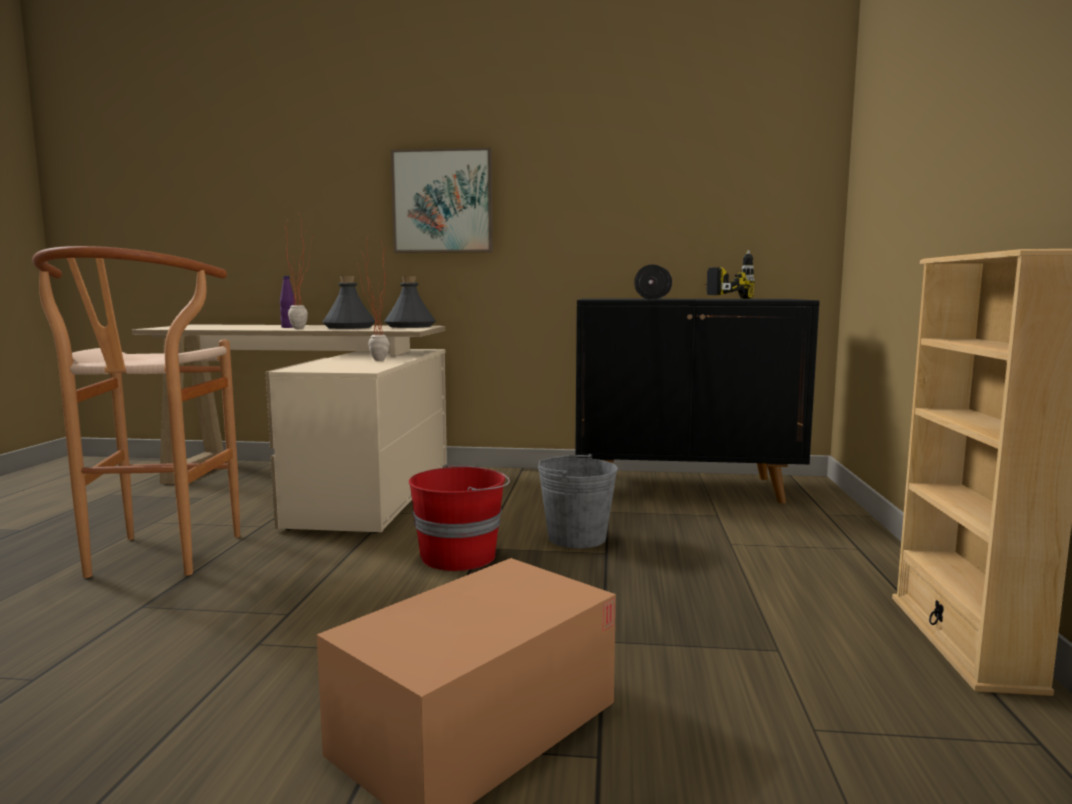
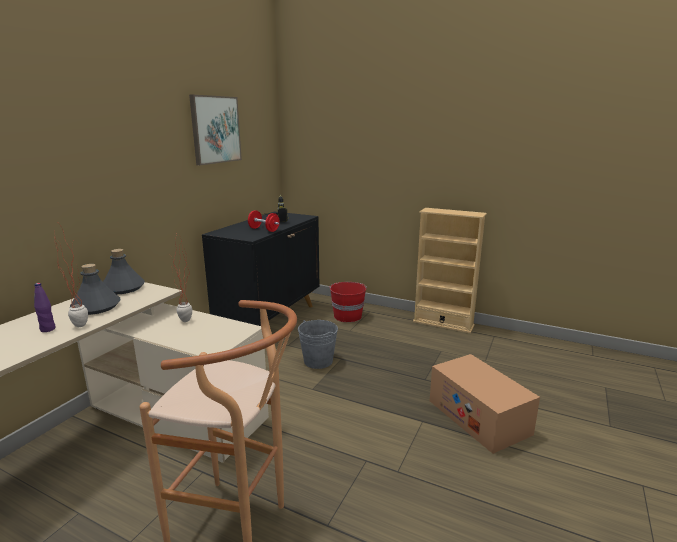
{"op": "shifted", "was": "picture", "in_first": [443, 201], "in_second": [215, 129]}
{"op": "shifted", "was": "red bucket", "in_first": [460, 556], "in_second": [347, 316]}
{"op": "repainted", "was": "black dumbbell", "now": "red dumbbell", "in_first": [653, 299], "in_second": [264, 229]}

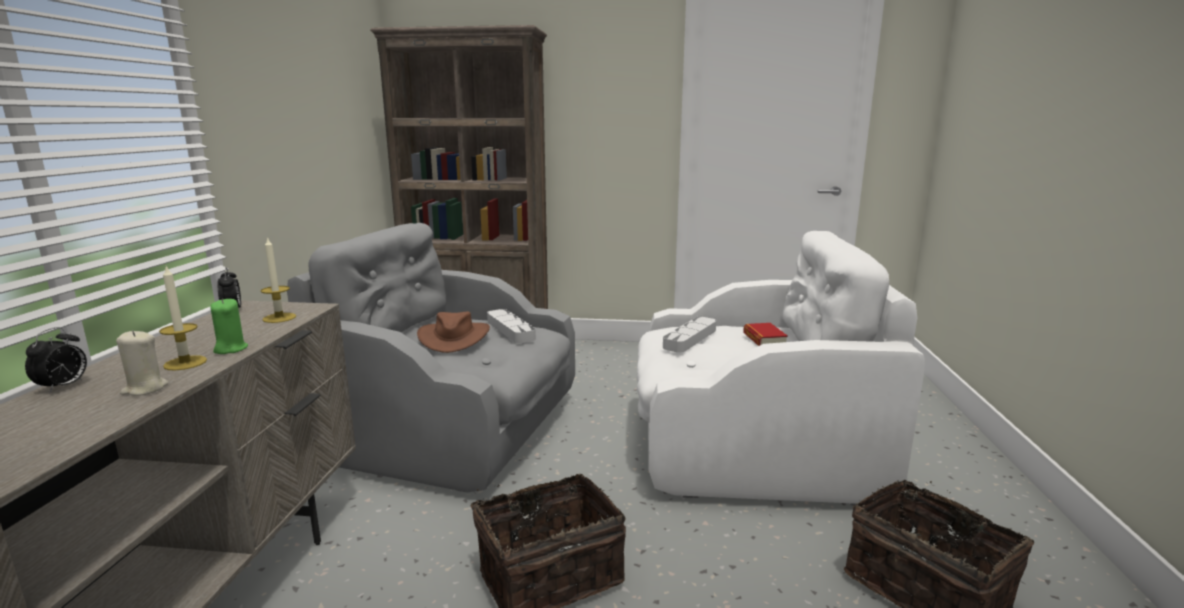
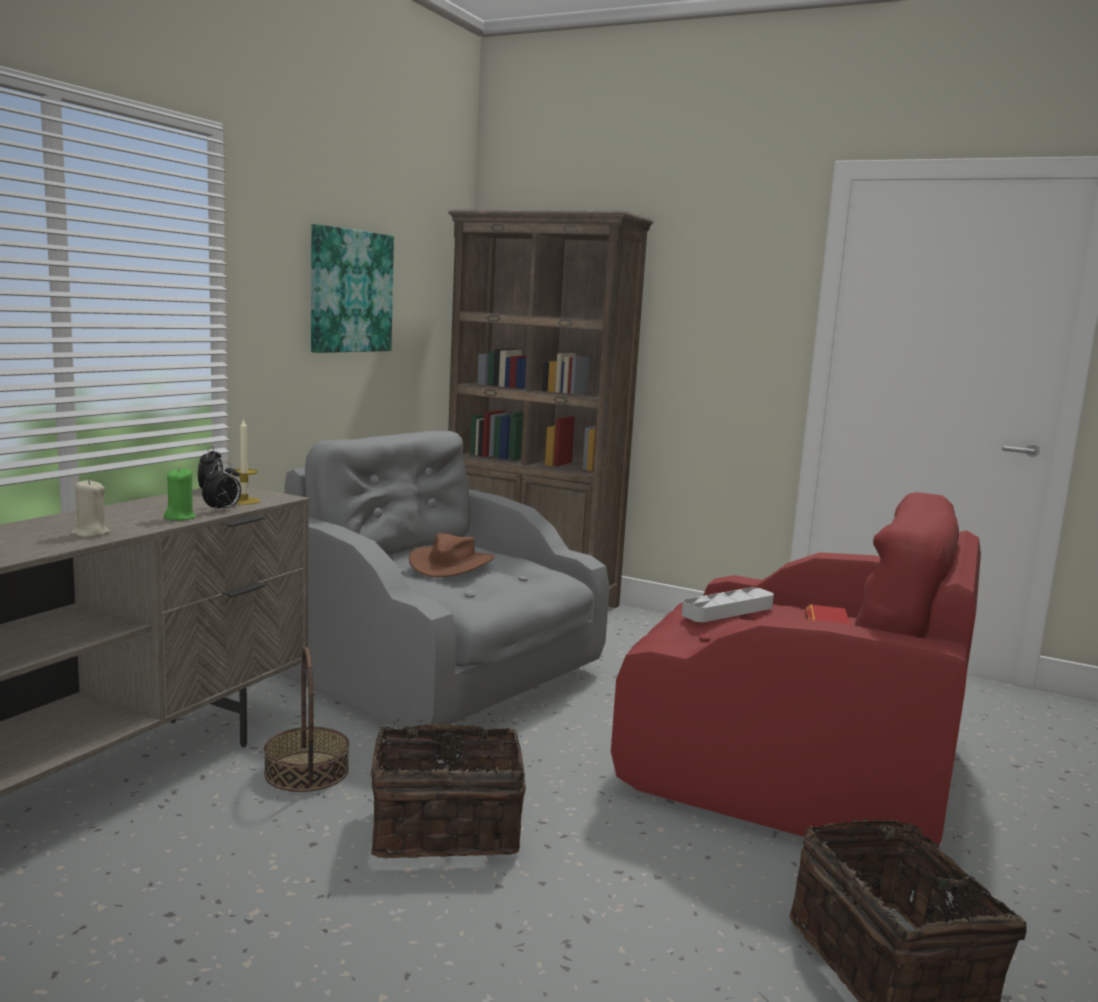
{"op": "shifted", "was": "alarm clock", "in_first": [63, 387], "in_second": [222, 510]}
{"op": "gone", "was": "candle", "in_first": [185, 363]}
{"op": "gone", "was": "grey tray", "in_first": [510, 330]}
{"op": "repainted", "was": "white armchair", "now": "red armchair", "in_first": [747, 443], "in_second": [786, 765]}
{"op": "new", "now": "basket", "in_second": [307, 771]}
{"op": "new", "now": "picture", "in_second": [350, 291]}

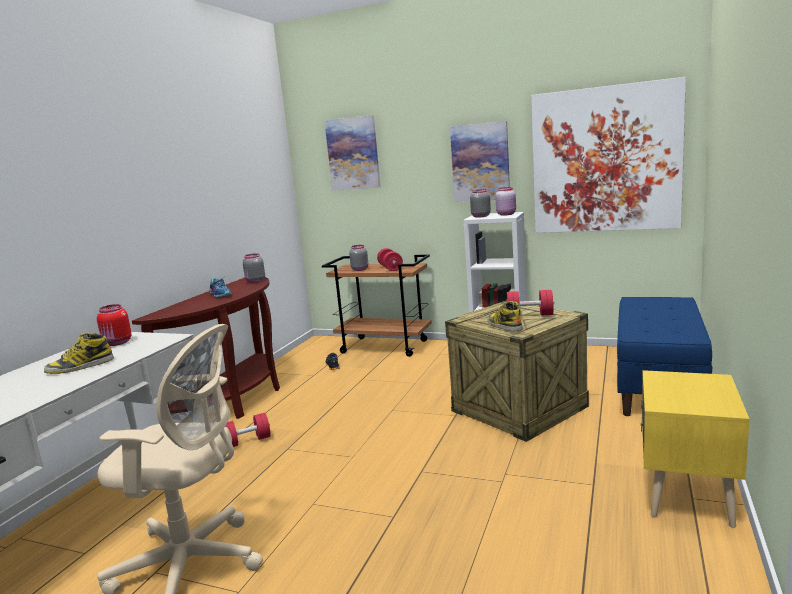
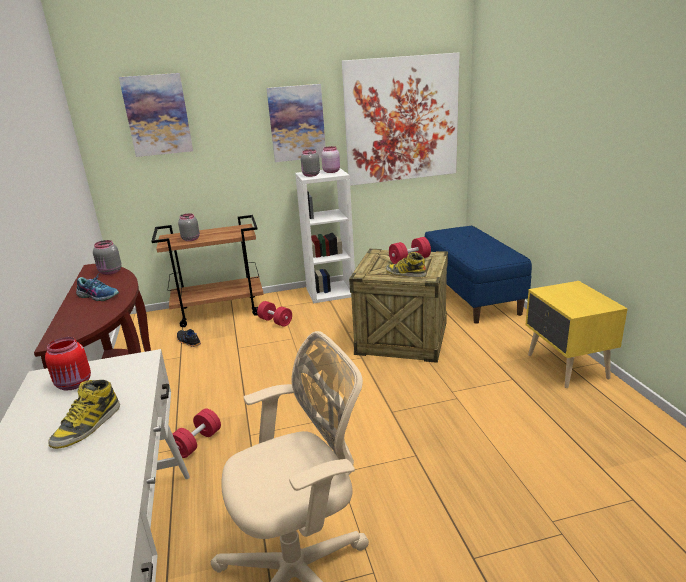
{"op": "shifted", "was": "red dumbbell", "in_first": [390, 268], "in_second": [275, 321]}

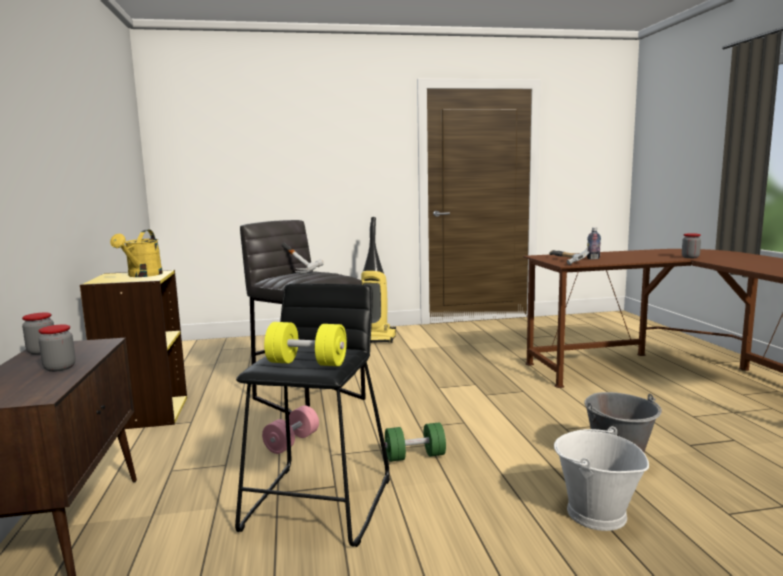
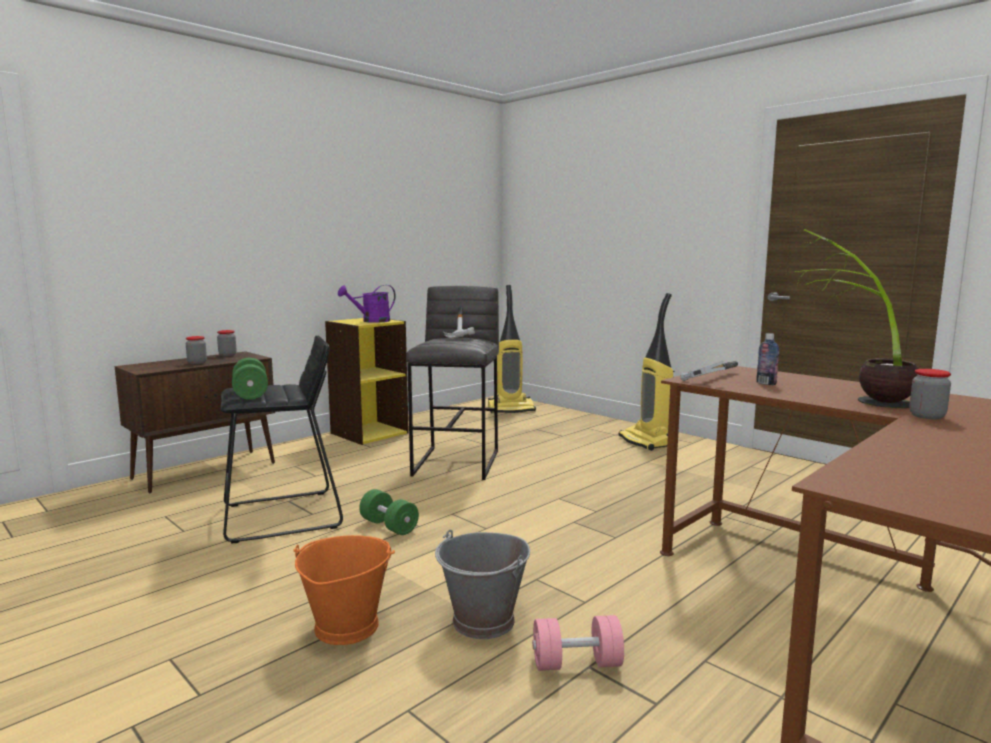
{"op": "repainted", "was": "yellow watering can", "now": "purple watering can", "in_first": [142, 275], "in_second": [371, 321]}
{"op": "shifted", "was": "pink dumbbell", "in_first": [292, 442], "in_second": [576, 663]}
{"op": "repainted", "was": "yellow dumbbell", "now": "green dumbbell", "in_first": [307, 363], "in_second": [250, 393]}
{"op": "repainted", "was": "white bucket", "now": "orange bucket", "in_first": [595, 514], "in_second": [345, 626]}
{"op": "new", "now": "vacuum cleaner", "in_second": [511, 409]}
{"op": "new", "now": "potted plant", "in_second": [853, 397]}

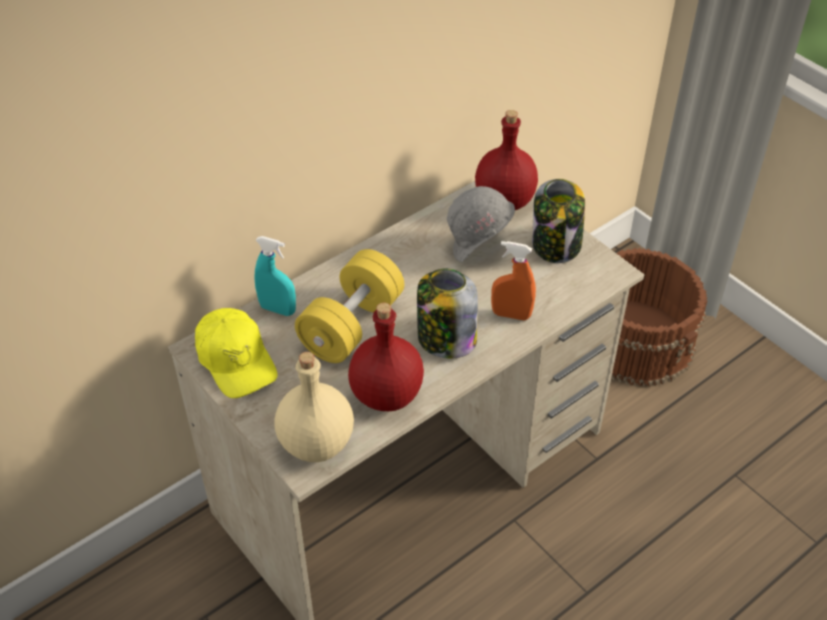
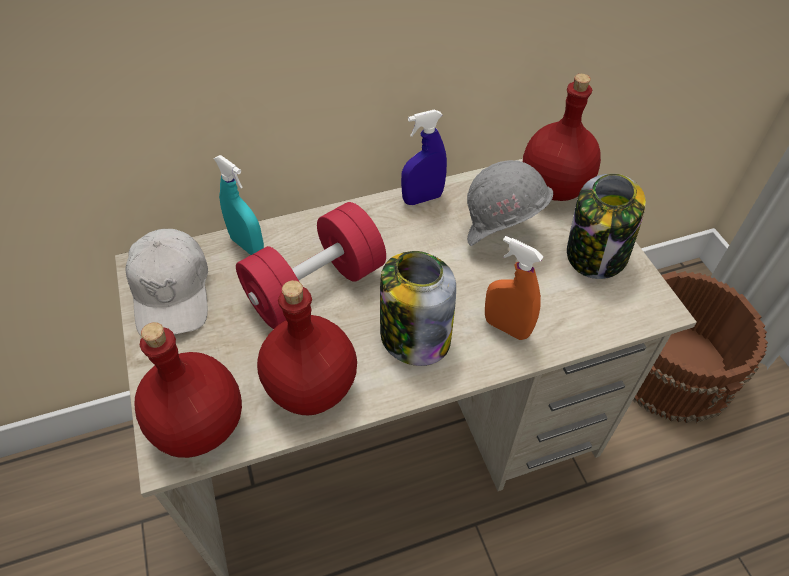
{"op": "repainted", "was": "yellow cap", "now": "white cap", "in_first": [236, 360], "in_second": [172, 292]}
{"op": "repainted", "was": "beige bottle", "now": "red bottle", "in_first": [315, 442], "in_second": [200, 424]}
{"op": "repainted", "was": "yellow dumbbell", "now": "red dumbbell", "in_first": [351, 325], "in_second": [316, 287]}
{"op": "new", "now": "blue spray bottle", "in_second": [422, 198]}

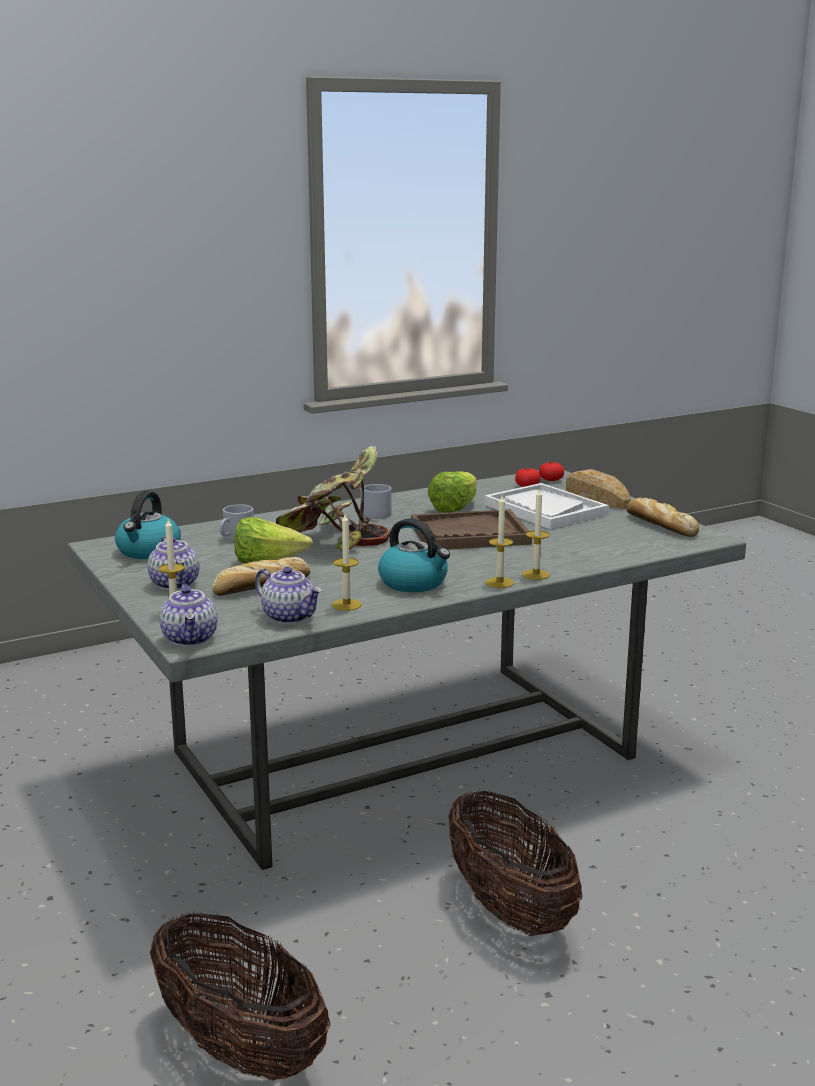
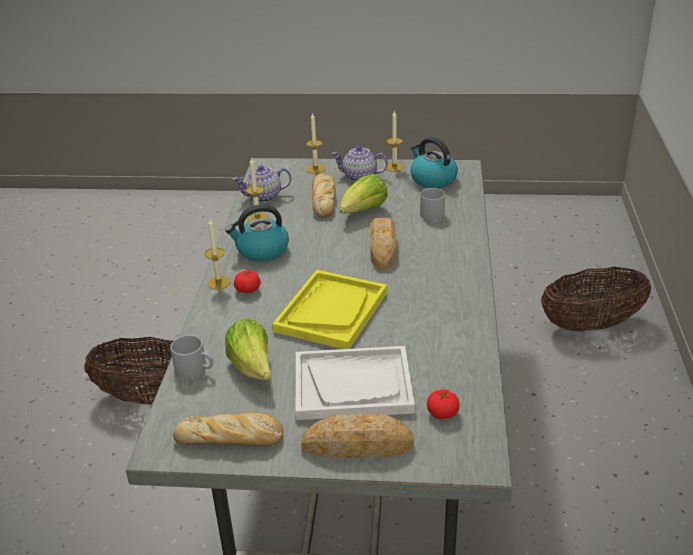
{"op": "shifted", "was": "basket", "in_first": [240, 1048], "in_second": [591, 325]}
{"op": "gone", "was": "teapot", "in_first": [191, 639]}
{"op": "swapped", "was": "potted plant", "now": "bread", "in_first": [334, 540], "in_second": [383, 247]}
{"op": "shifted", "was": "grey mug", "in_first": [375, 513], "in_second": [196, 369]}
{"op": "repainted", "was": "brown tray", "now": "yellow tray", "in_first": [469, 534], "in_second": [331, 311]}
{"op": "shifted", "was": "lettuce", "in_first": [454, 508], "in_second": [253, 368]}
{"op": "shifted", "was": "candle", "in_first": [536, 574], "in_second": [394, 167]}
{"op": "shifted", "was": "tomato", "in_first": [551, 480], "in_second": [248, 290]}

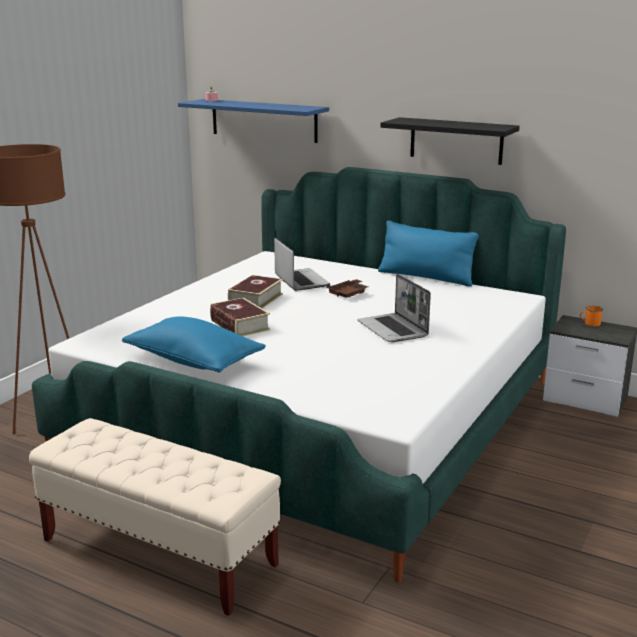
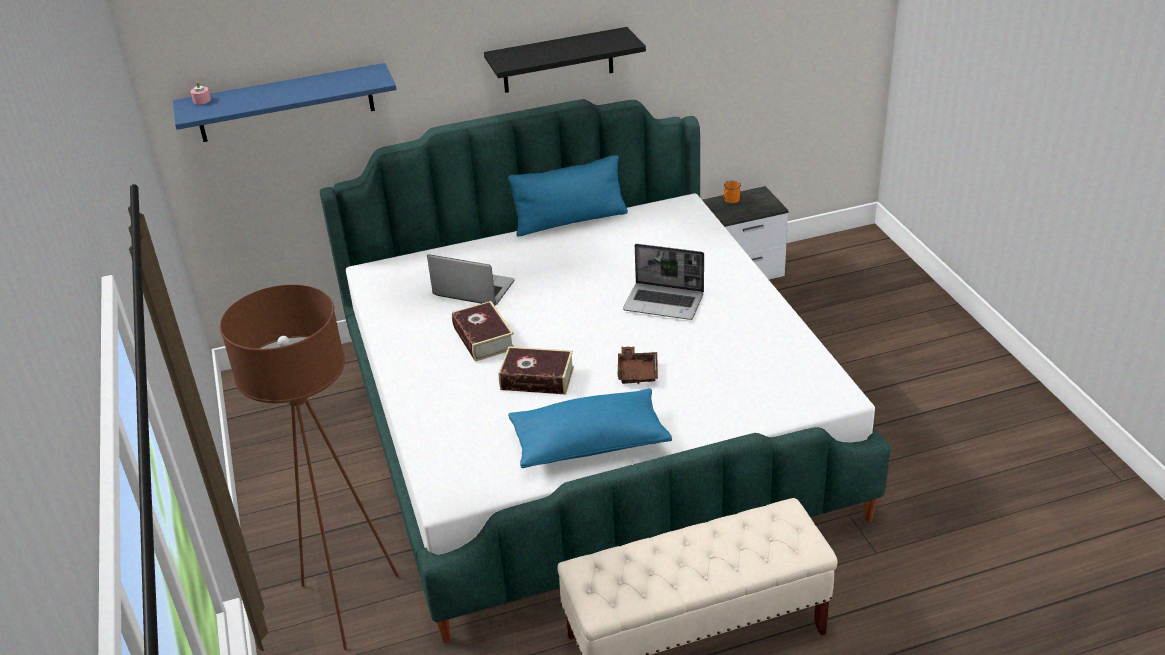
{"op": "shifted", "was": "brown tray", "in_first": [348, 294], "in_second": [637, 372]}

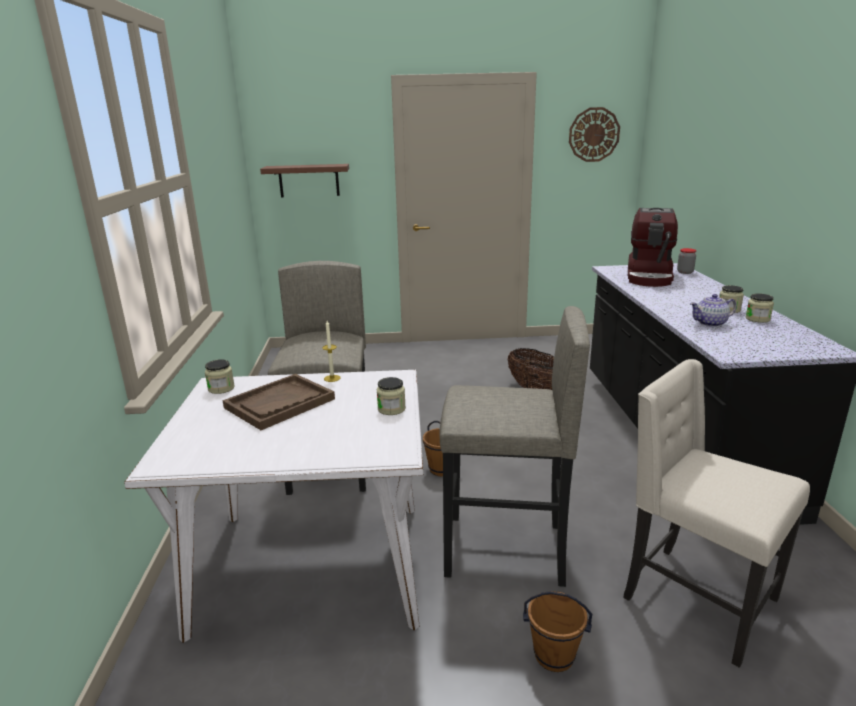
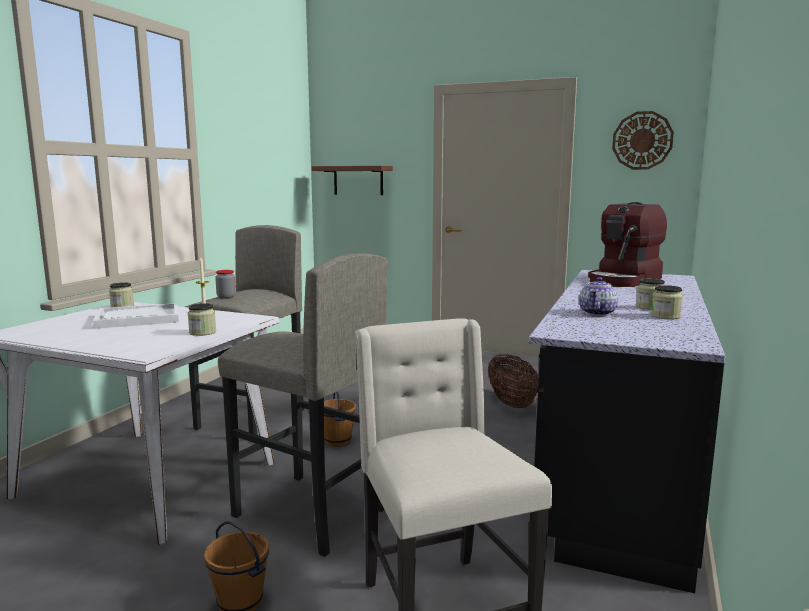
{"op": "repainted", "was": "brown tray", "now": "white tray", "in_first": [279, 403], "in_second": [138, 318]}
{"op": "shifted", "was": "jar", "in_first": [685, 272], "in_second": [226, 297]}
{"op": "rotated", "was": "teapot", "in_first": [711, 323], "in_second": [598, 313], "clockwise": -75}

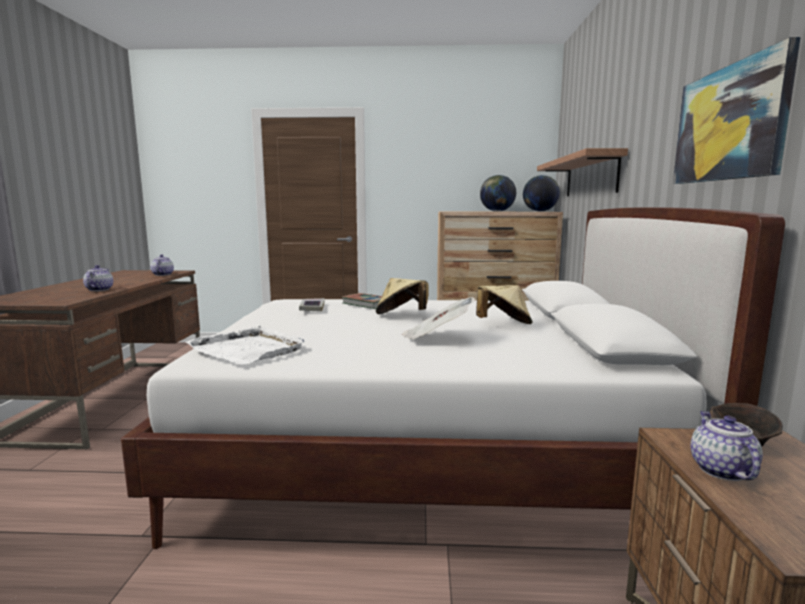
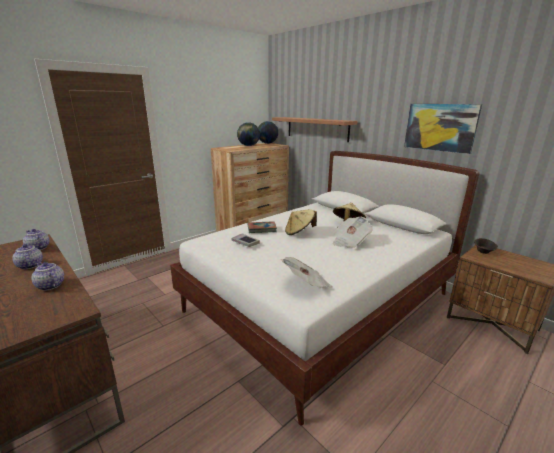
{"op": "swapped", "was": "white tray", "now": "newspaper", "in_first": [248, 349], "in_second": [306, 284]}
{"op": "shifted", "was": "teapot", "in_first": [720, 469], "in_second": [30, 265]}

